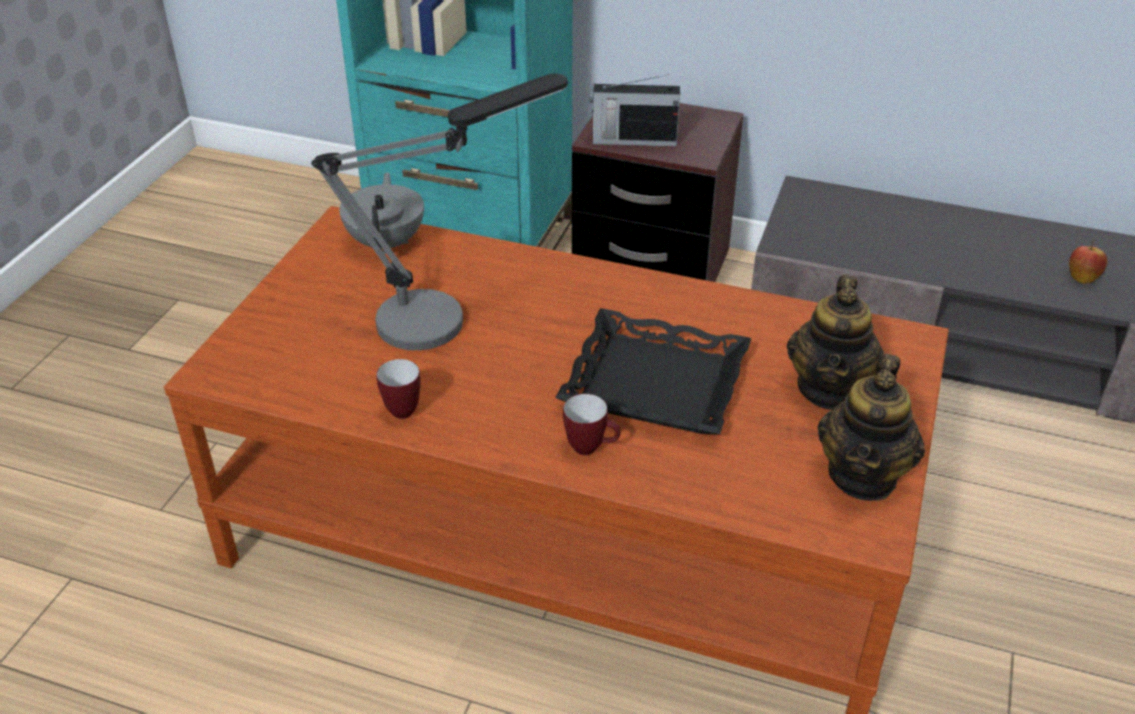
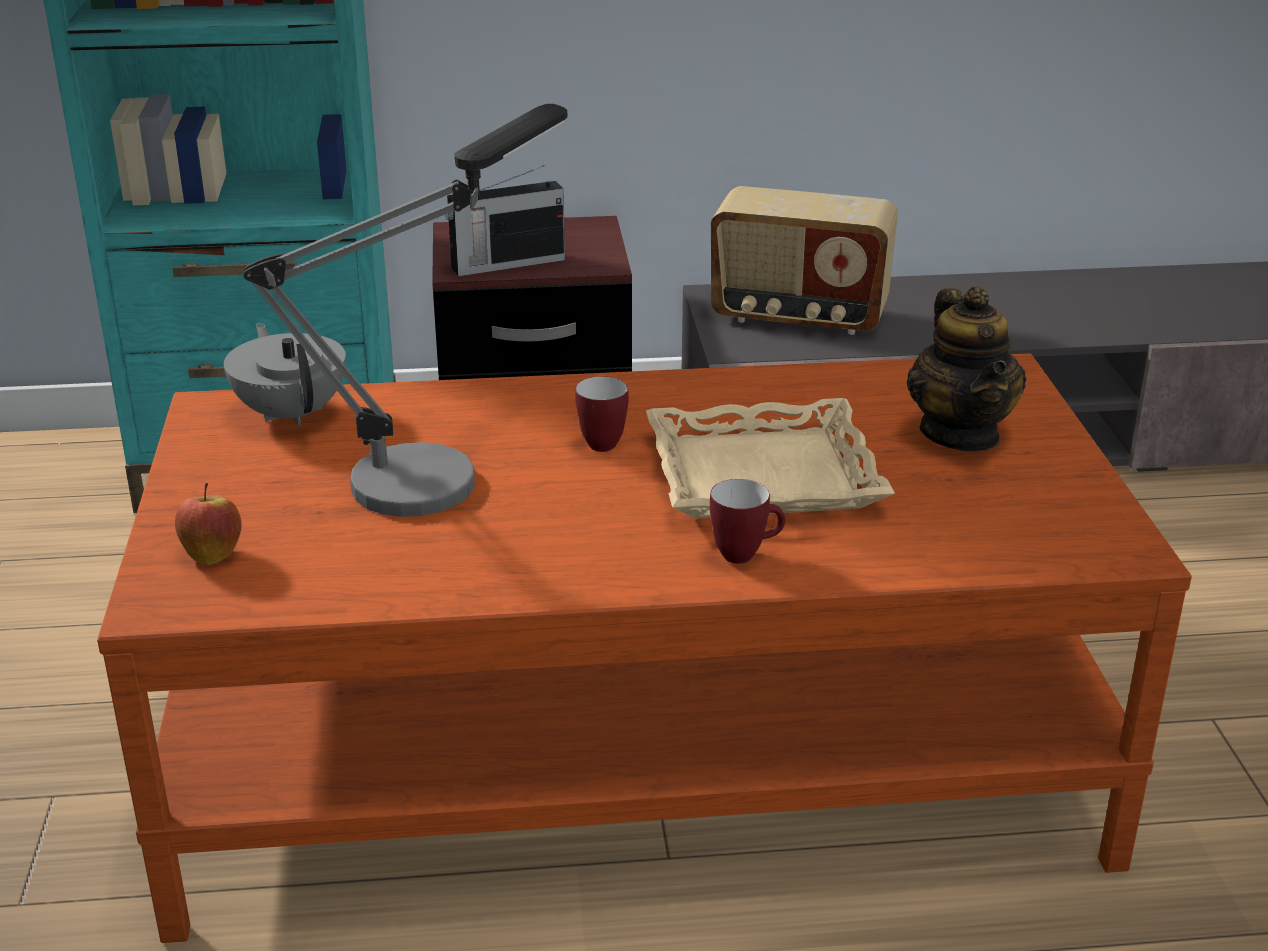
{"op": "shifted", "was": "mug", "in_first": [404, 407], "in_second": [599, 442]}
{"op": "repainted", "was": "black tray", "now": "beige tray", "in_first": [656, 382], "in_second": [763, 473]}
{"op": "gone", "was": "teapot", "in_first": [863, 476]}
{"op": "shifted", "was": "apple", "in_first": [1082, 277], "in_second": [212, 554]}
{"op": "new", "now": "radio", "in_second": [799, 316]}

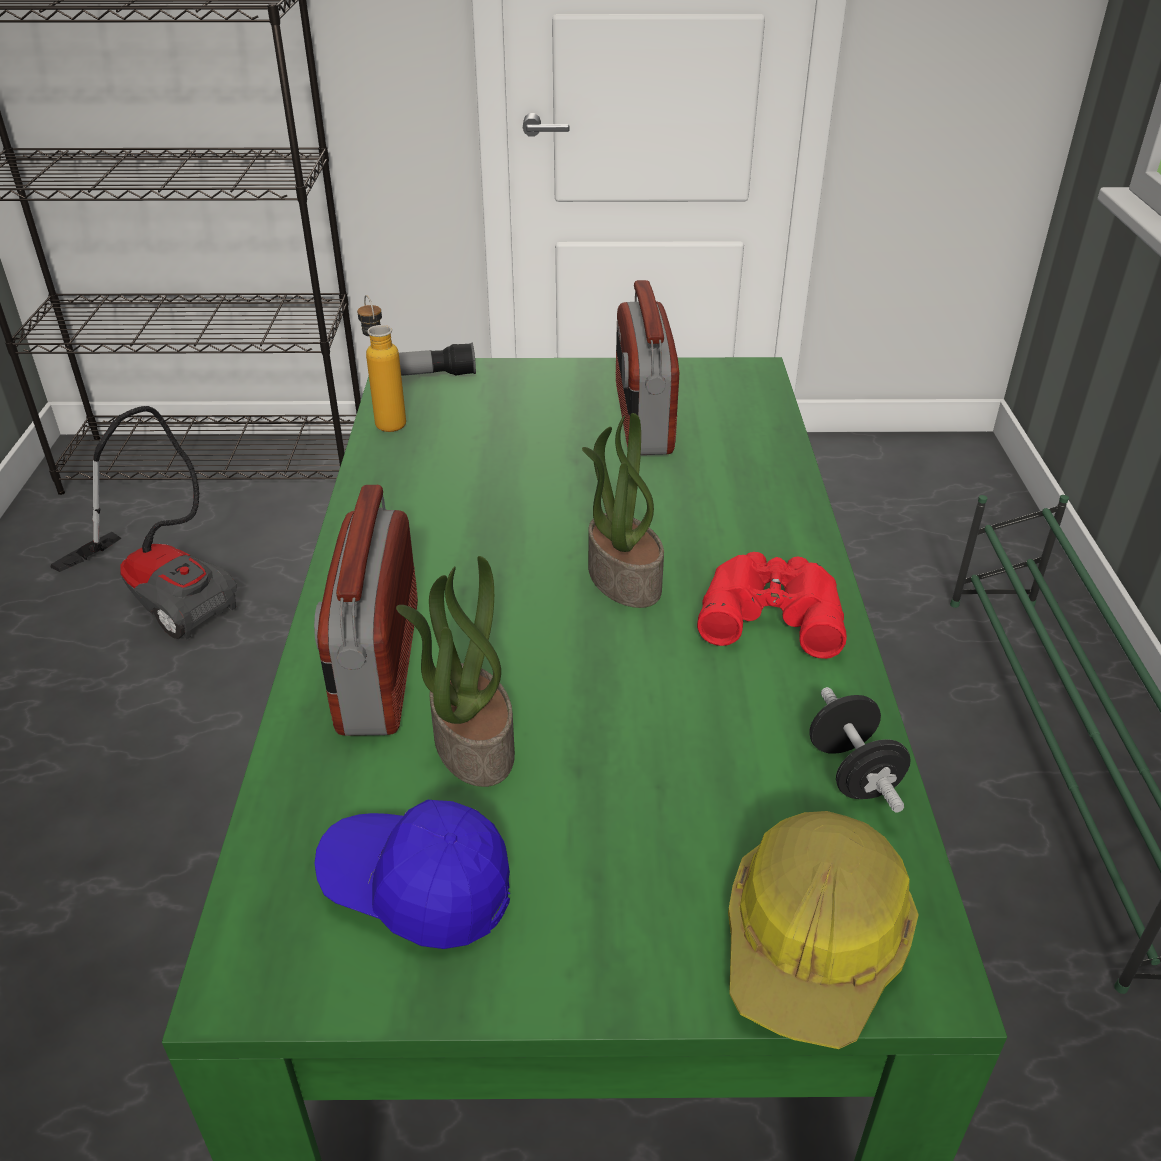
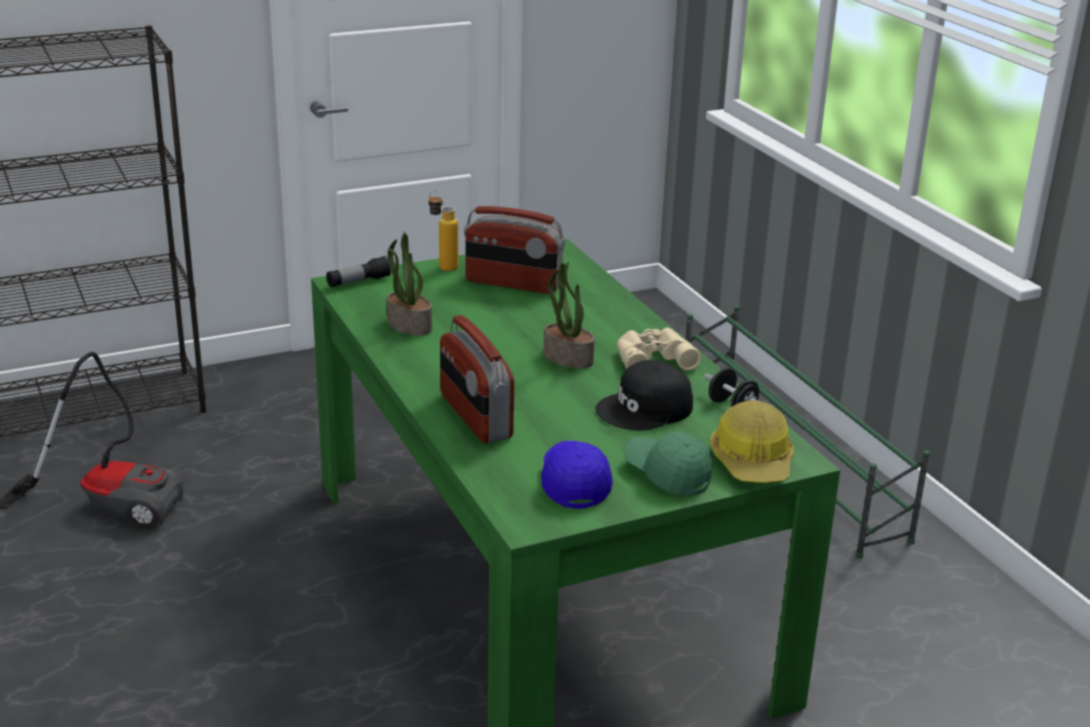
{"op": "rotated", "was": "blue cap", "in_first": [417, 888], "in_second": [574, 483], "clockwise": 90}
{"op": "shifted", "was": "bottle", "in_first": [386, 419], "in_second": [442, 265]}
{"op": "shifted", "was": "potted plant", "in_first": [471, 744], "in_second": [408, 325]}
{"op": "rotated", "was": "radio", "in_first": [642, 419], "in_second": [513, 284], "clockwise": -45}
{"op": "repainted", "was": "red binoculars", "now": "beige binoculars", "in_first": [771, 611], "in_second": [652, 357]}
{"op": "new", "now": "black cap", "in_second": [645, 409]}
{"op": "new", "now": "green cap", "in_second": [667, 475]}

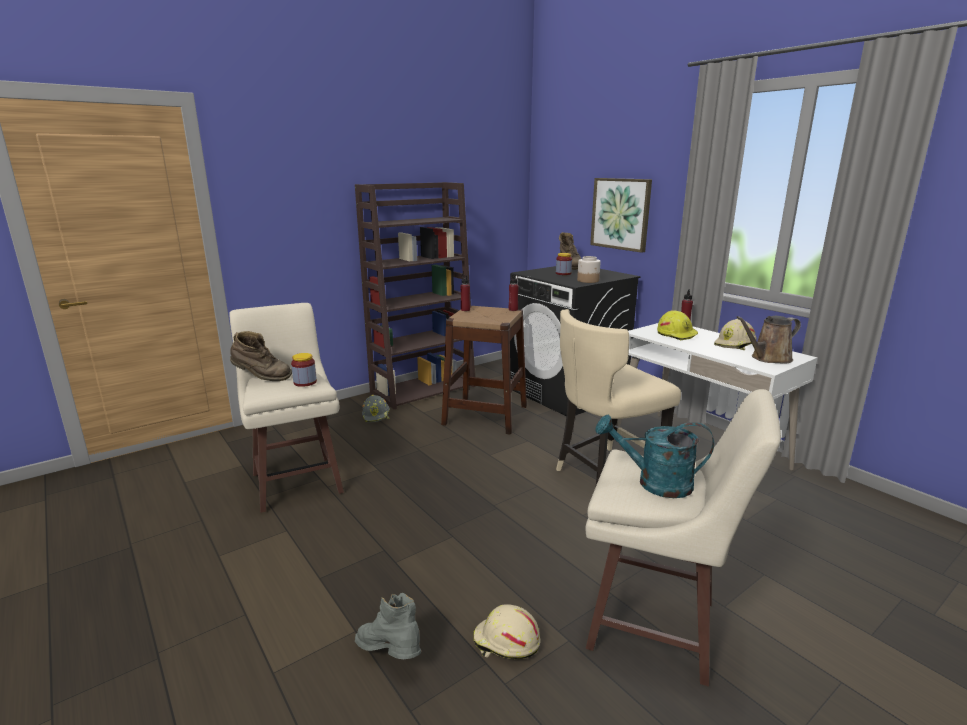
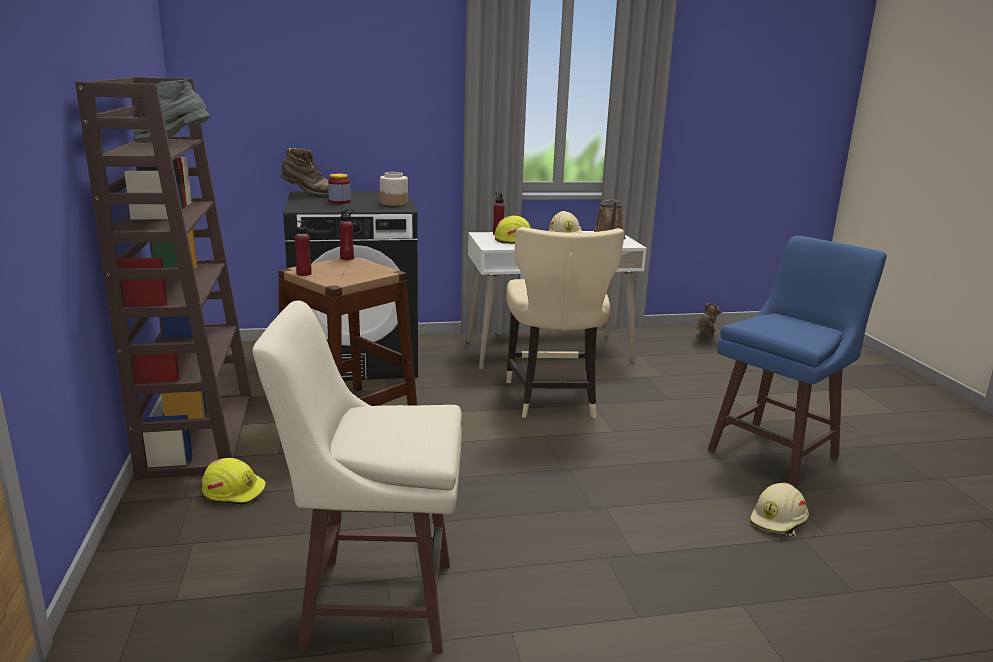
{"op": "shifted", "was": "brown boot", "in_first": [261, 378], "in_second": [704, 339]}
{"op": "gone", "was": "jar", "in_first": [305, 382]}
{"op": "shifted", "was": "grey boot", "in_first": [391, 655], "in_second": [173, 143]}
{"op": "repainted", "was": "grey hard hat", "now": "yellow hard hat", "in_first": [376, 415], "in_second": [234, 491]}
{"op": "repainted", "was": "beige stool", "now": "blue stool", "in_first": [656, 627], "in_second": [776, 452]}
{"op": "gone", "was": "picture", "in_first": [621, 214]}
{"op": "gone", "was": "turquoise watering can", "in_first": [654, 483]}

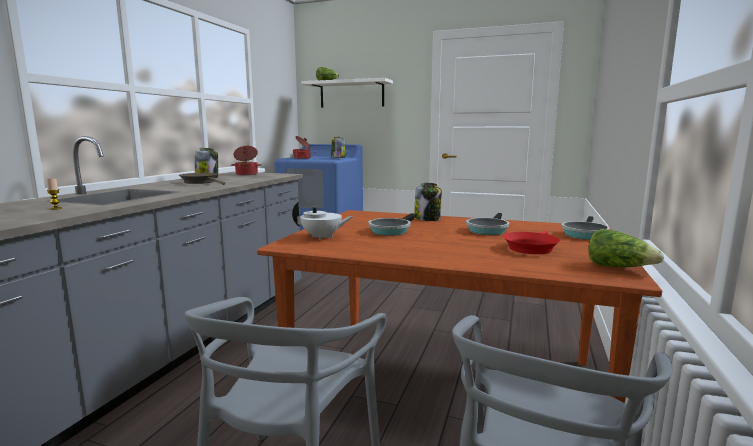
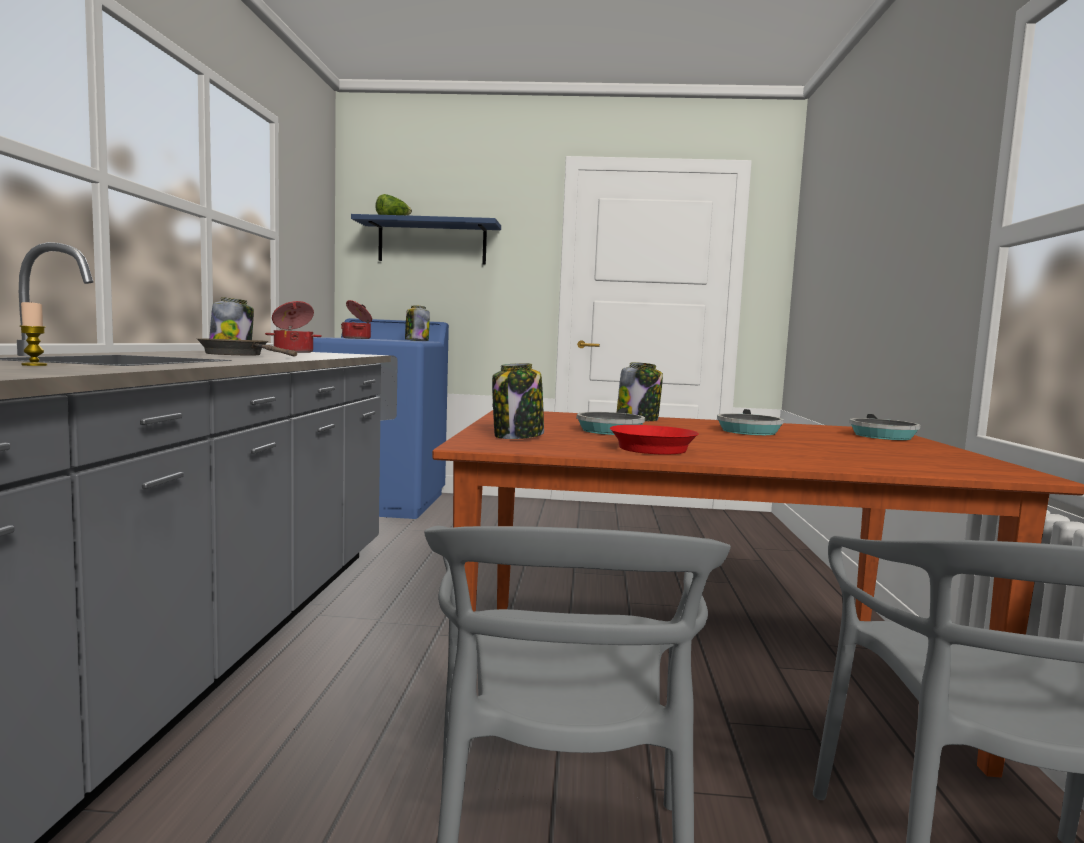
{"op": "swapped", "was": "white teapot", "now": "jar", "in_first": [322, 237], "in_second": [518, 436]}
{"op": "repainted", "was": "white shelf", "now": "blue shelf", "in_first": [351, 94], "in_second": [432, 243]}
{"op": "shifted", "was": "red frying pan", "in_first": [531, 247], "in_second": [653, 448]}
{"op": "gone", "was": "lettuce", "in_first": [618, 268]}

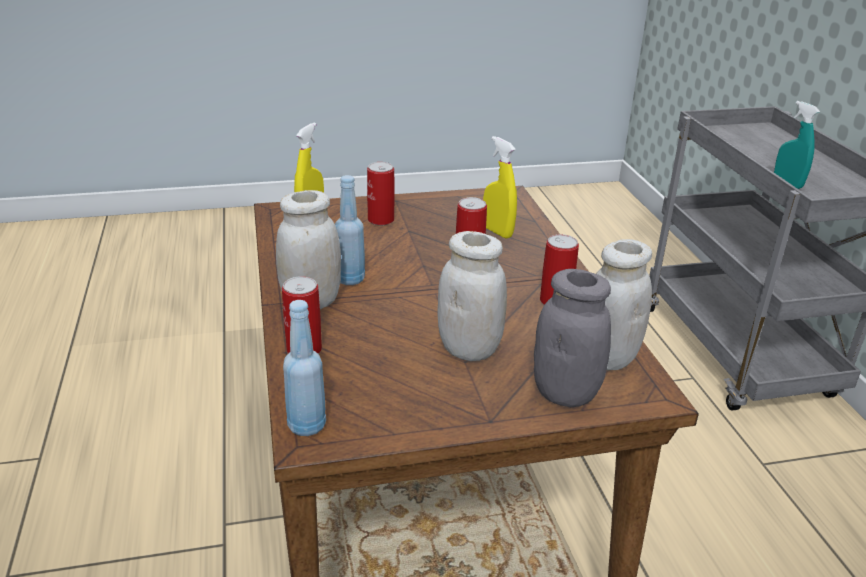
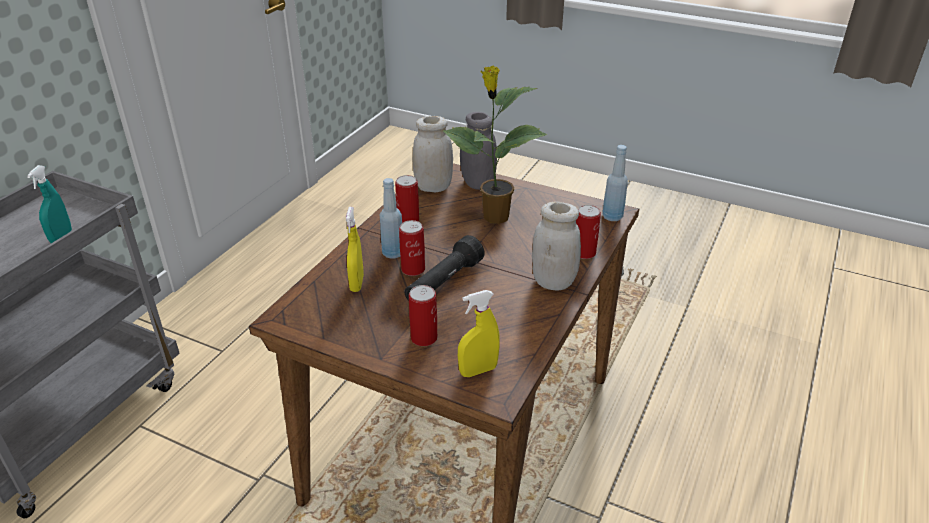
{"op": "shifted", "was": "blue bottle", "in_first": [350, 279], "in_second": [393, 253]}
{"op": "swapped", "was": "white jar", "now": "potted plant", "in_first": [469, 349], "in_second": [494, 217]}
{"op": "new", "now": "black flashlight", "in_second": [443, 283]}

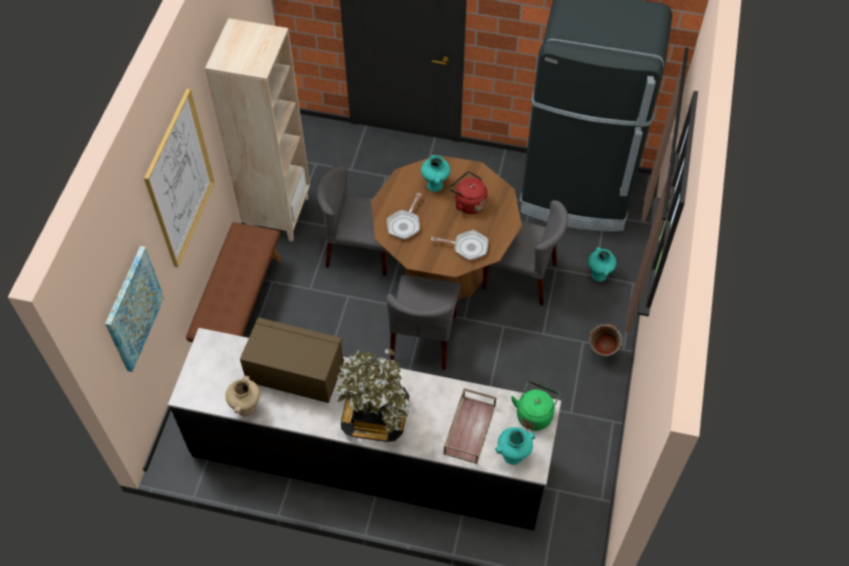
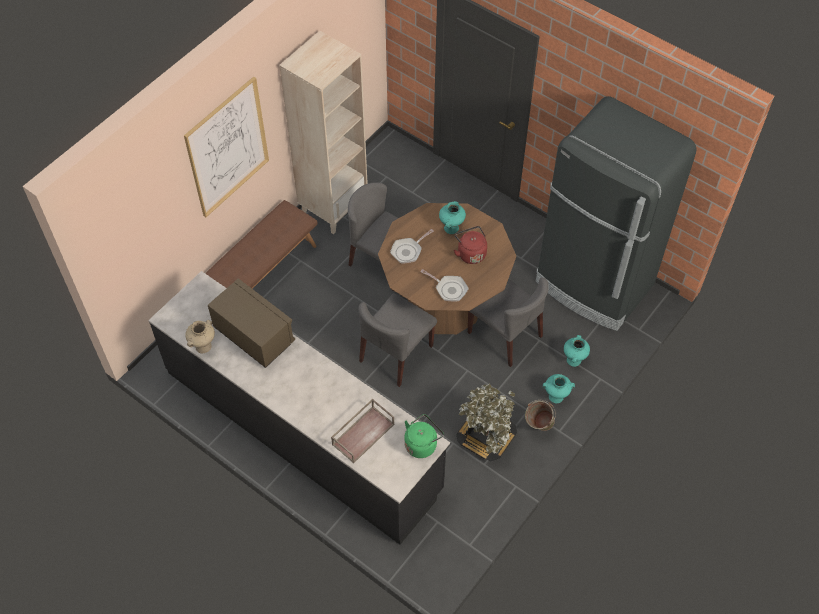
{"op": "gone", "was": "picture", "in_first": [133, 309]}
{"op": "shifted", "was": "potted plant", "in_first": [375, 415], "in_second": [486, 437]}
{"op": "shifted", "was": "turquoise vase", "in_first": [512, 456], "in_second": [555, 397]}

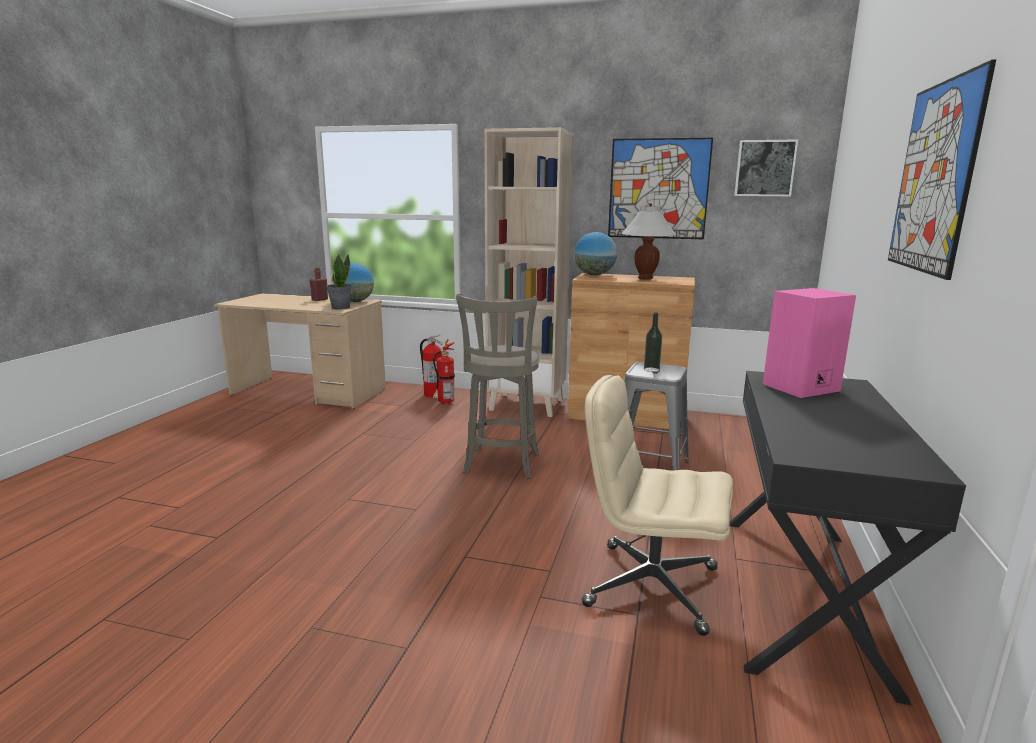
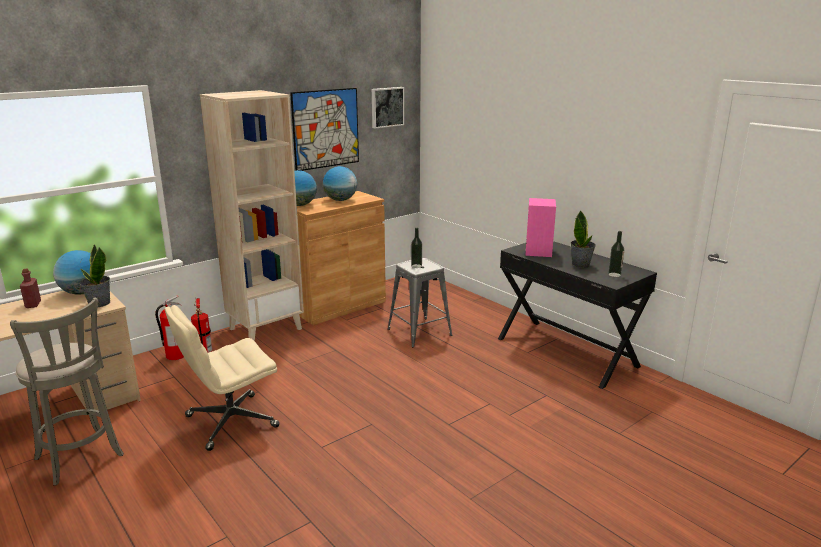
{"op": "shifted", "was": "grey stool", "in_first": [501, 465], "in_second": [81, 459]}
{"op": "shifted", "was": "beige office chair", "in_first": [650, 586], "in_second": [230, 422]}
{"op": "swapped", "was": "white table lamp", "now": "globe", "in_first": [645, 278], "in_second": [340, 200]}
{"op": "gone", "was": "picture", "in_first": [934, 177]}
{"op": "new", "now": "potted plant", "in_second": [581, 264]}
{"op": "new", "now": "bottle", "in_second": [614, 274]}

